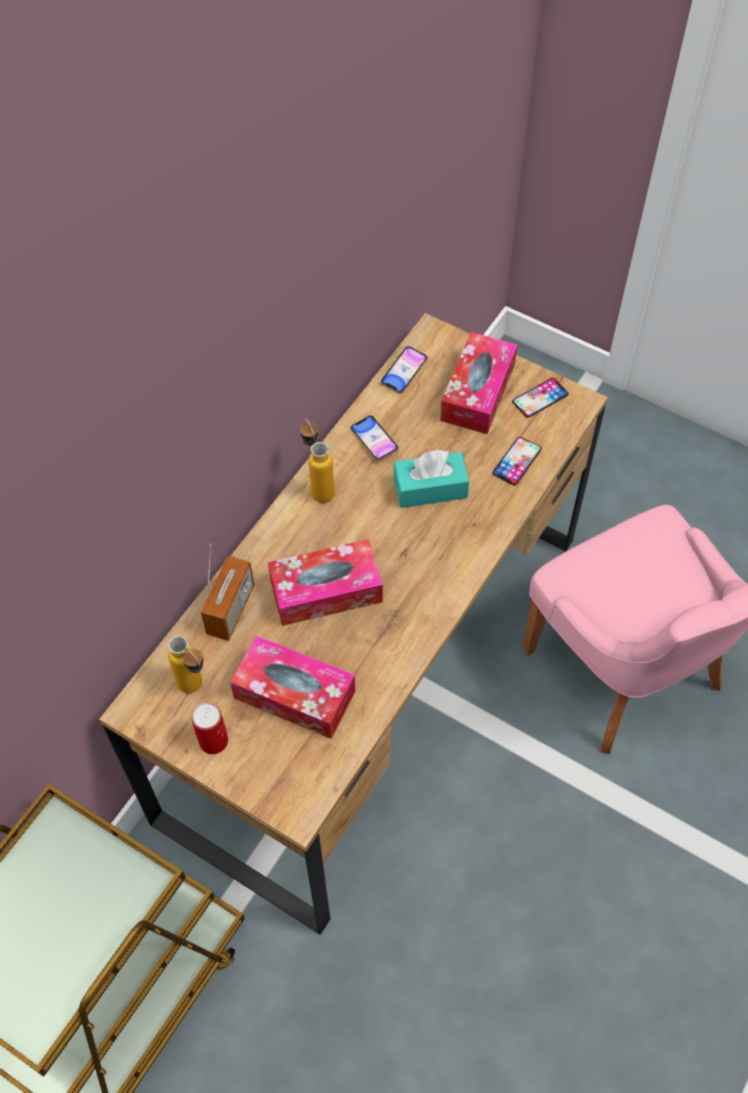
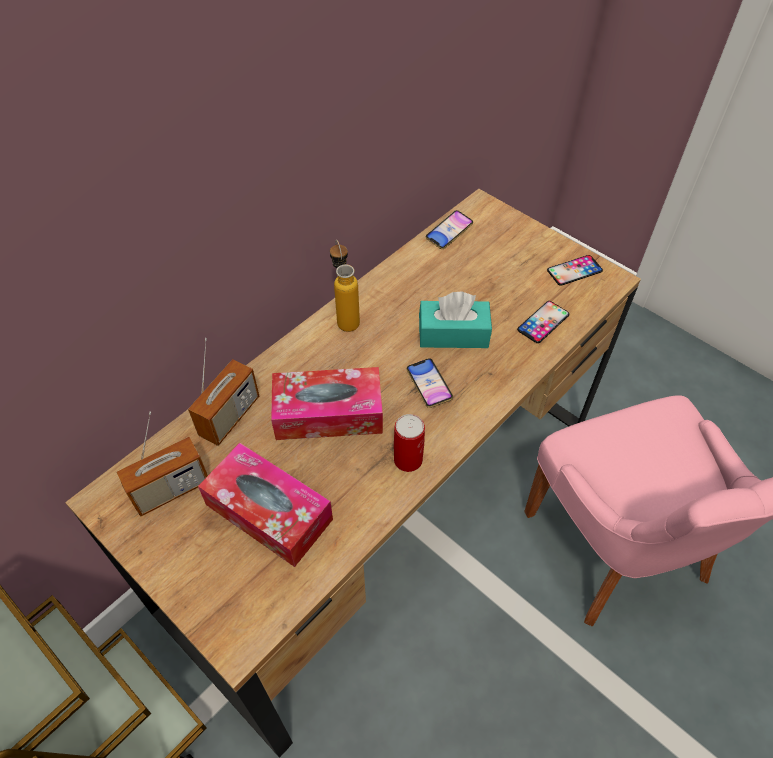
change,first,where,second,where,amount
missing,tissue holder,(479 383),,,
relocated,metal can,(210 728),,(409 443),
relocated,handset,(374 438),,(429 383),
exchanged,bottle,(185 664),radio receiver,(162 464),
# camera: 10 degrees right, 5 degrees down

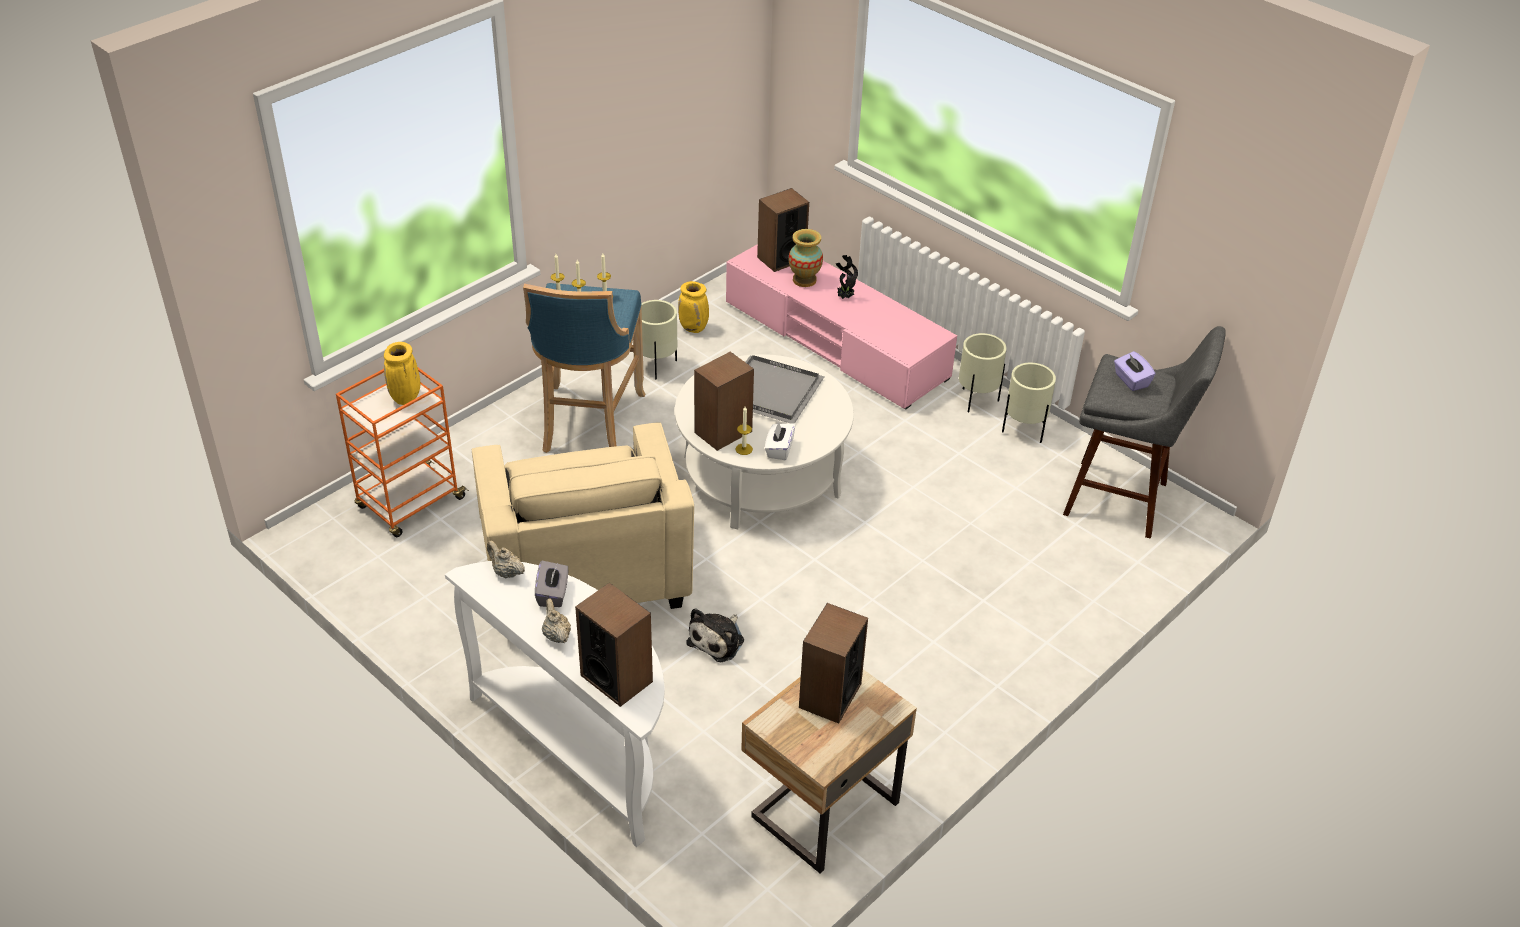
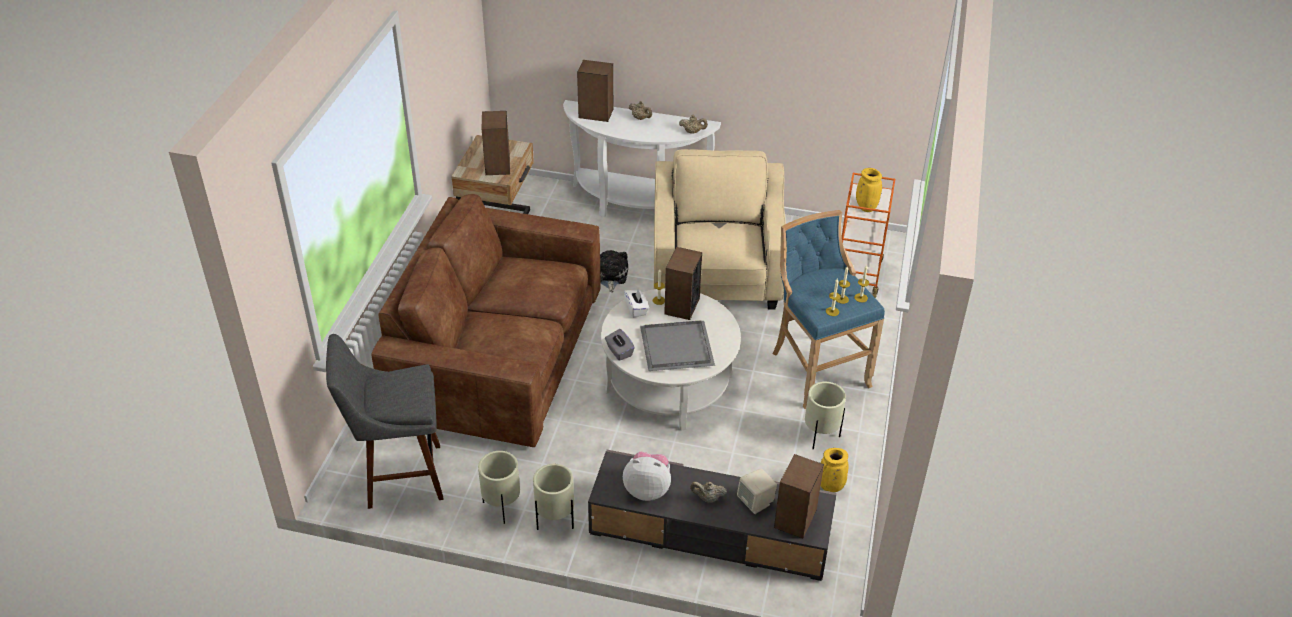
change,first,where,second,where,amount
missing,purplish tissue holder,(1135 371),,,
appeared,,,brown couch,(486 320),
appeared,,,soft toy,(647 476),
relocated,greyish tissue holder,(551 584),,(620 345),
exchanged,vase,(806 258),beige audio speaker,(757 491),
exchanged,houseplant,(847 277),beige tea pot,(708 492),
colour,pink media console,(841 326),greyish media console,(712 515),
spun,beige armchair,(583 515),,(719 229),45 degrees clockwise
# camera: 150 degrees right, 0 degrees up

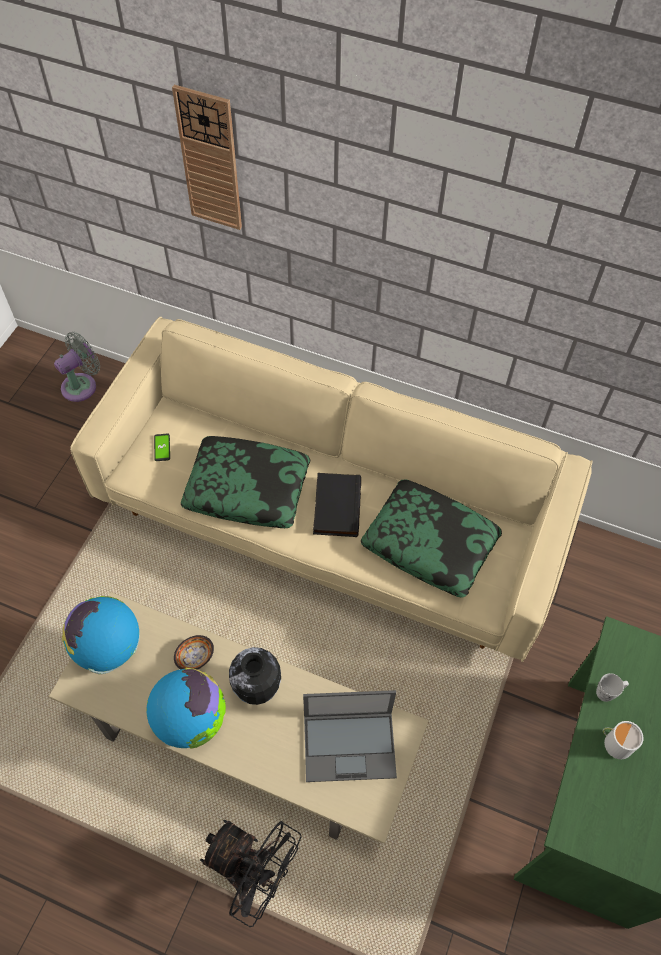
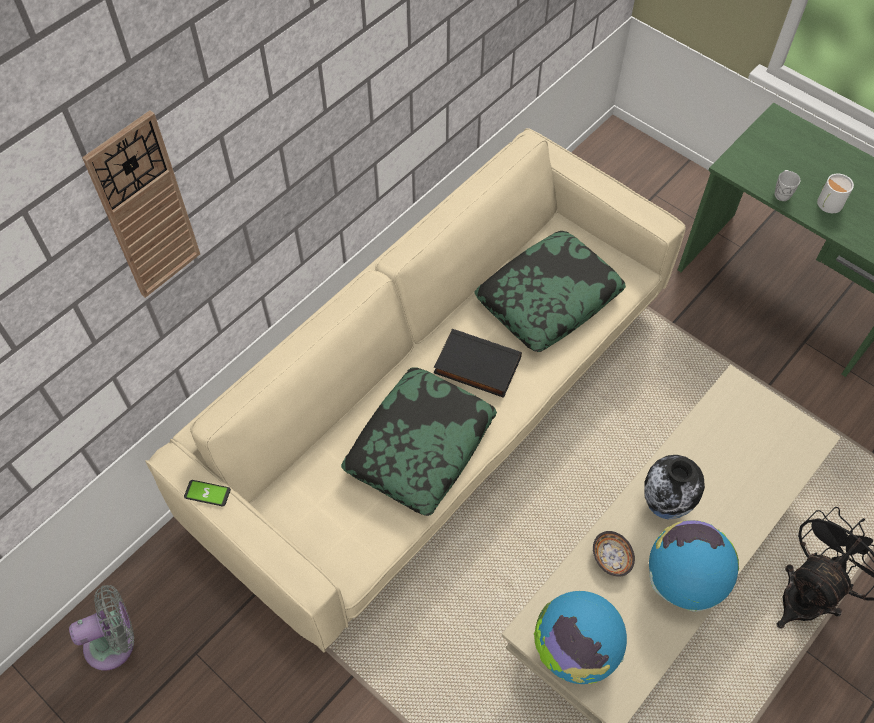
change,first,where,second,where,amount
missing,portable computer,(350 736),,,
relocated,handset,(162 447),,(207 493),
spun,greyish fan,(77 367),,(101 628),90 degrees clockwise
# camera: 70 degrees left, 0 degrees up

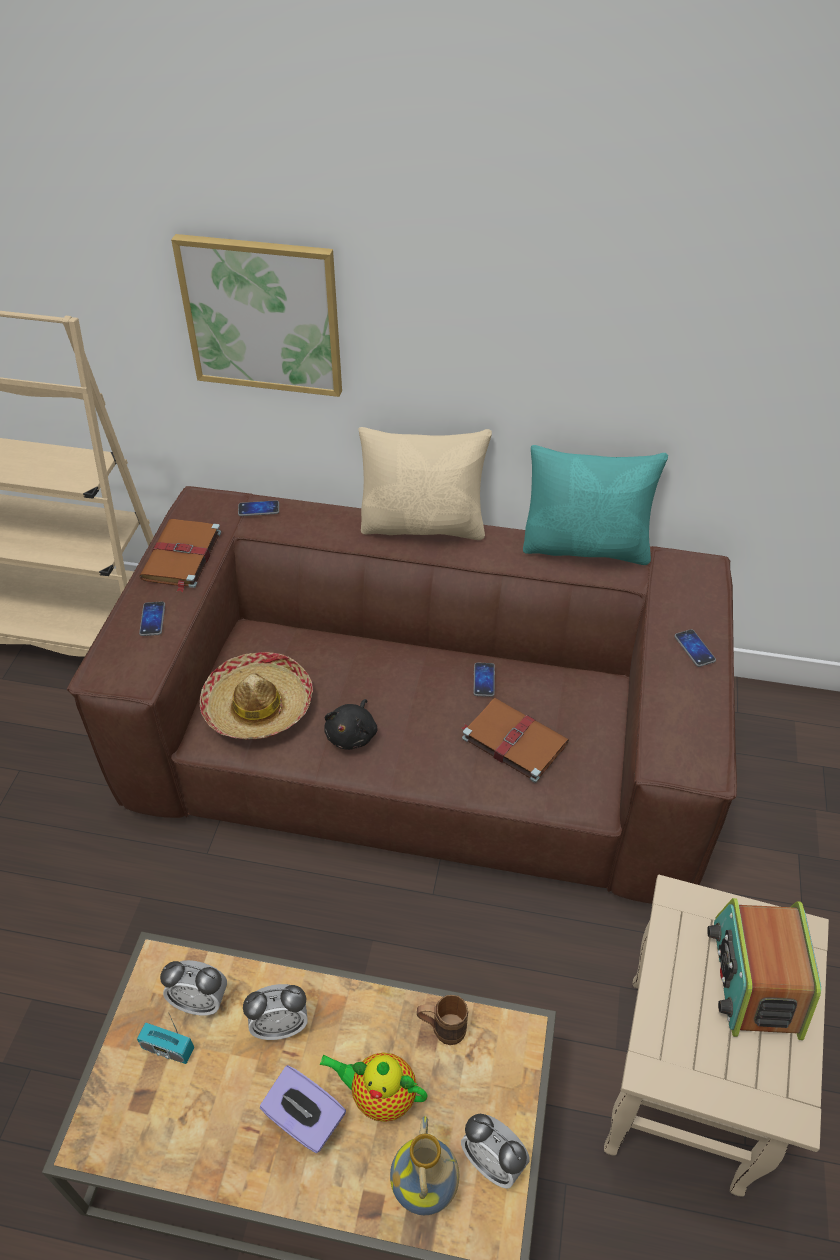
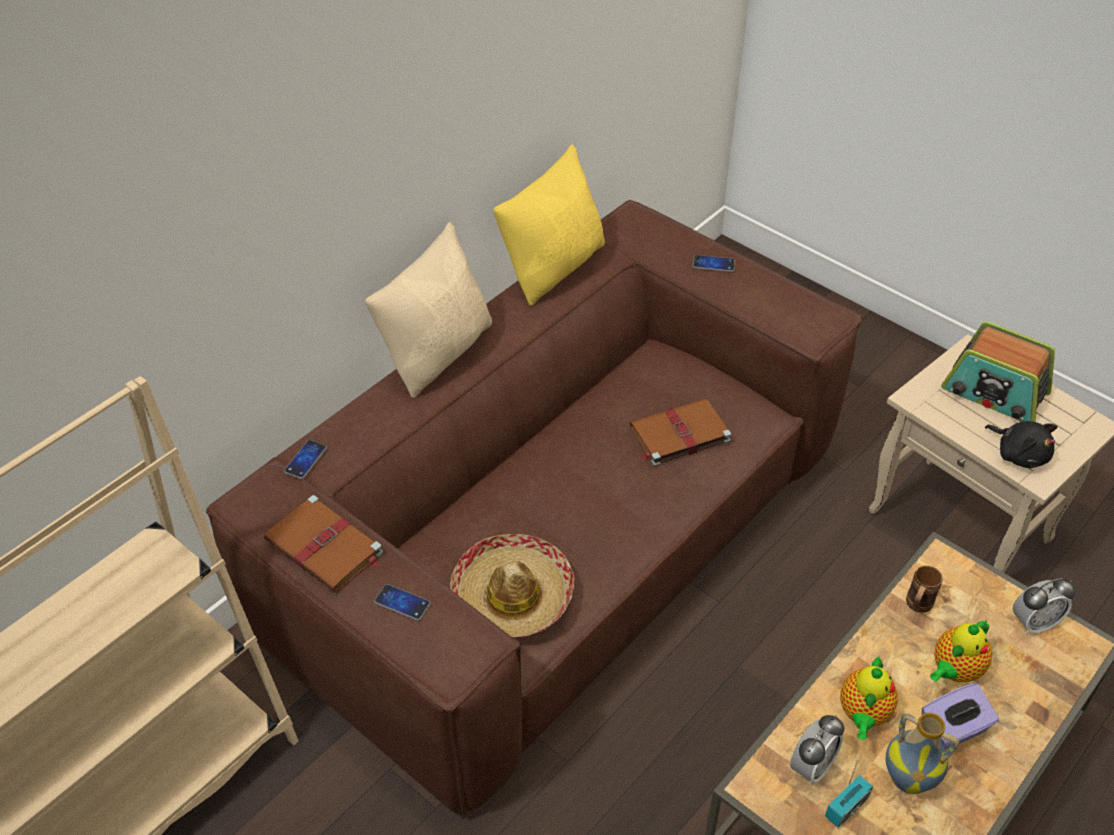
change,first,where,second,where,amount
missing,wall art,(256 315),,,
missing,handset,(484 680),,,
relocated,black soft toy,(350 724),,(1021 444),
relocated,vase,(425 1165),,(922 753),
exchanged,alarm clock,(275 1012),tea pot,(869 698),
colour,turquoise pillow,(595 505),yellowish pillow,(549 225),
# camera: 60 degrees left, 0 degrees up

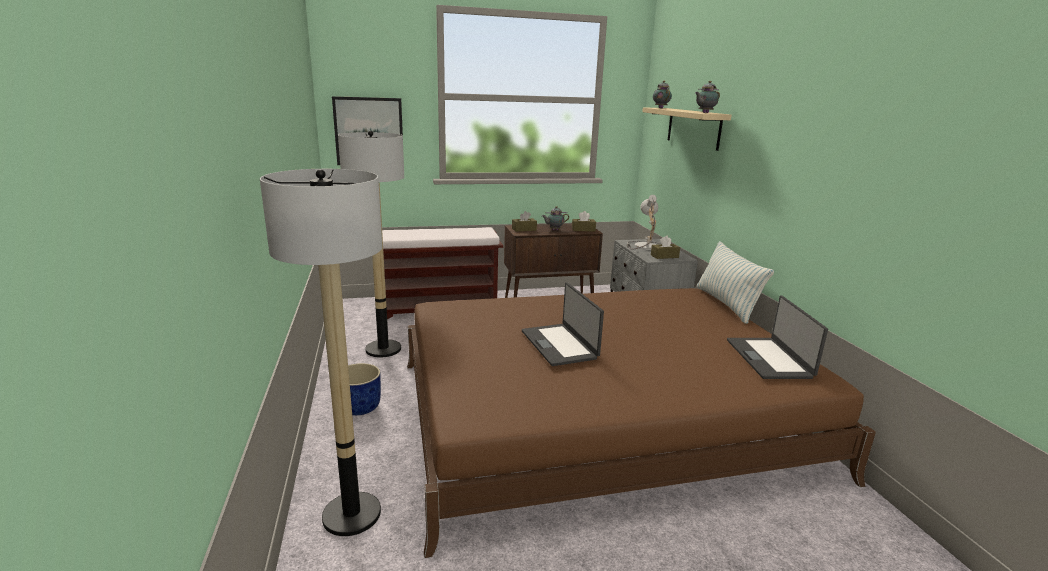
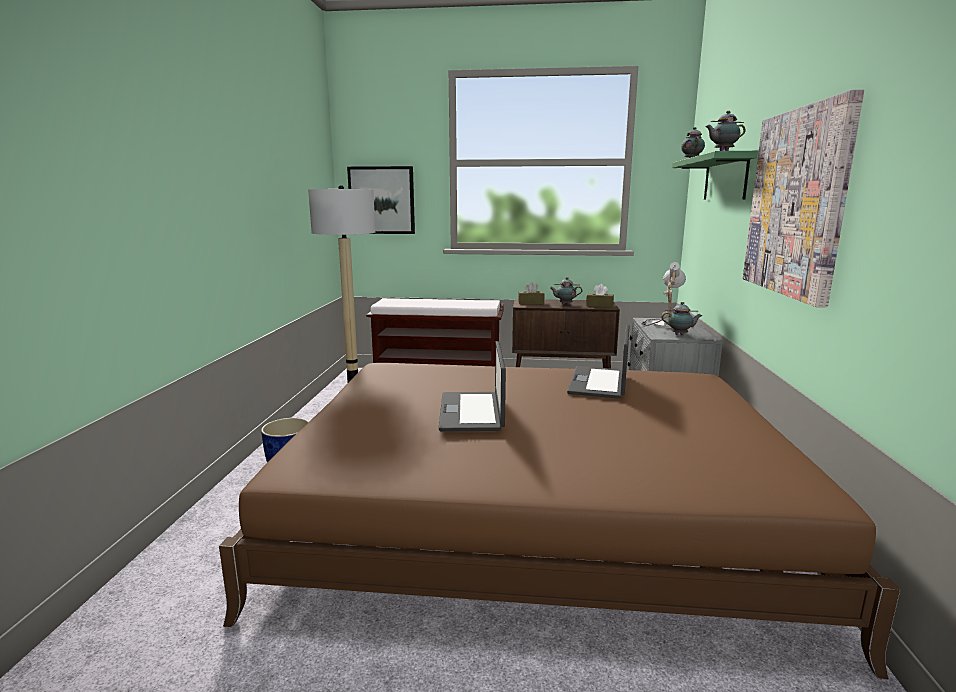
change,first,where,second,where,amount
missing,standard lamp,(321 352),,,
missing,pillow,(735 282),,,
appeared,,,wall art,(803 198),
relocated,portable computer,(777 337),,(598 362),
exchanged,brown tissue holder,(665 247),tea pot,(681 318),
colour,beige wall shelf,(686 129),green-coloured wall shelf,(715 175),
# camera: 20 degrees right, 5 degrees down

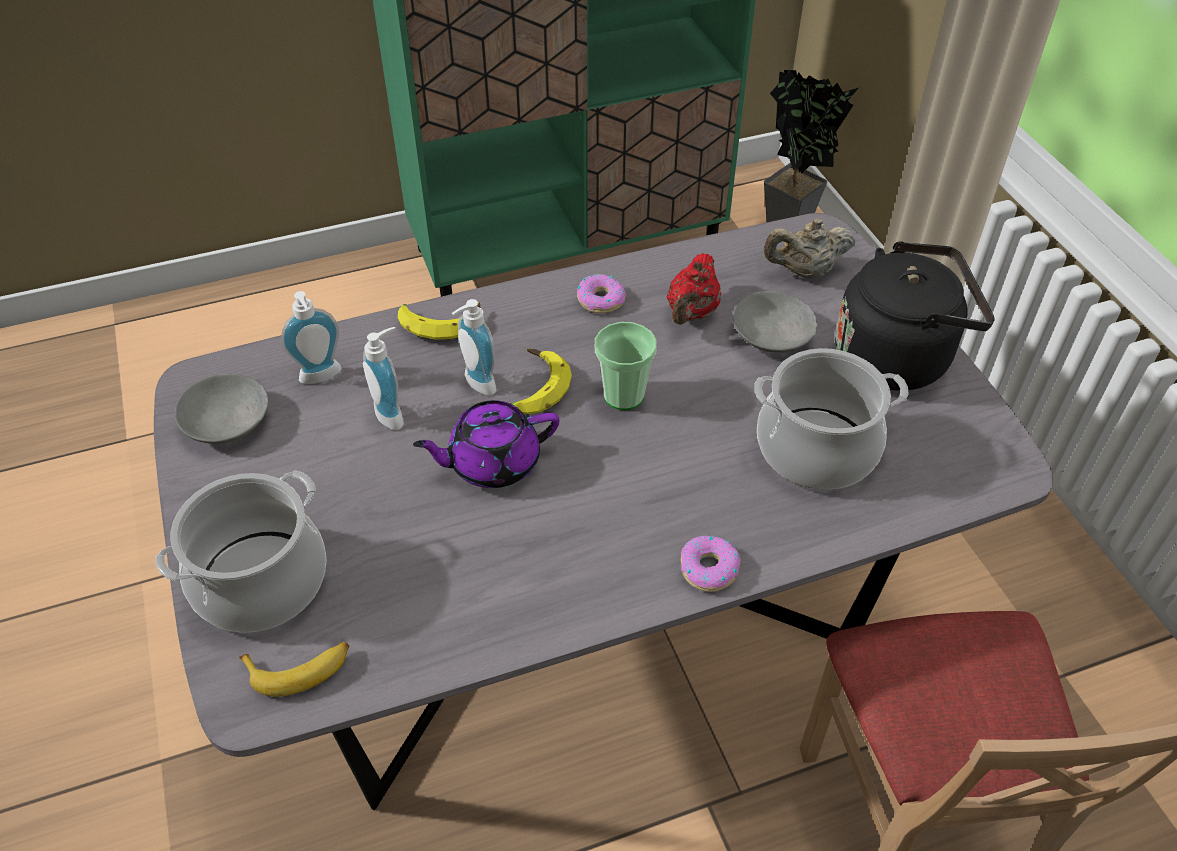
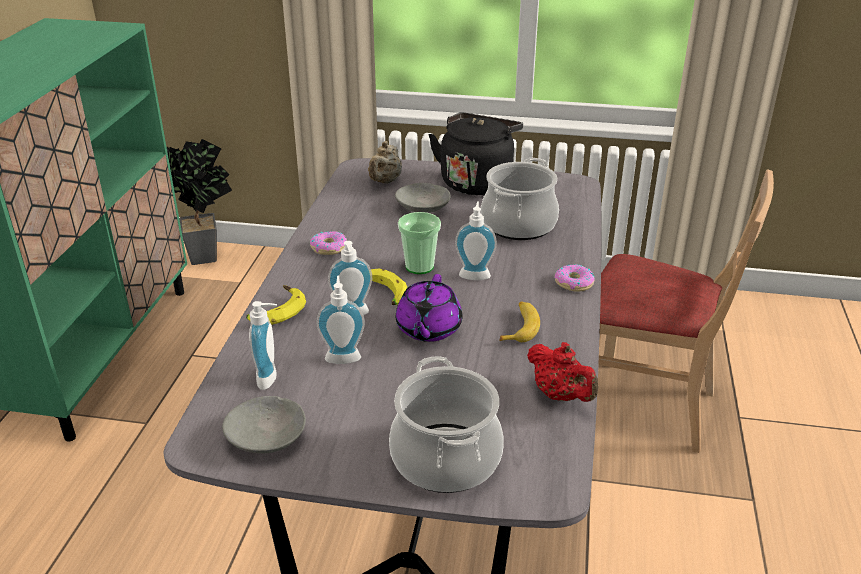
change,first,where,second,where,amount
appeared,,,liquid soap bottle,(476 240),
relocated,banana,(294 669),,(519 322),
relocated,reddish tea pot,(693 289),,(562 372),
# camera: 60 degrees left, 15 degrees down

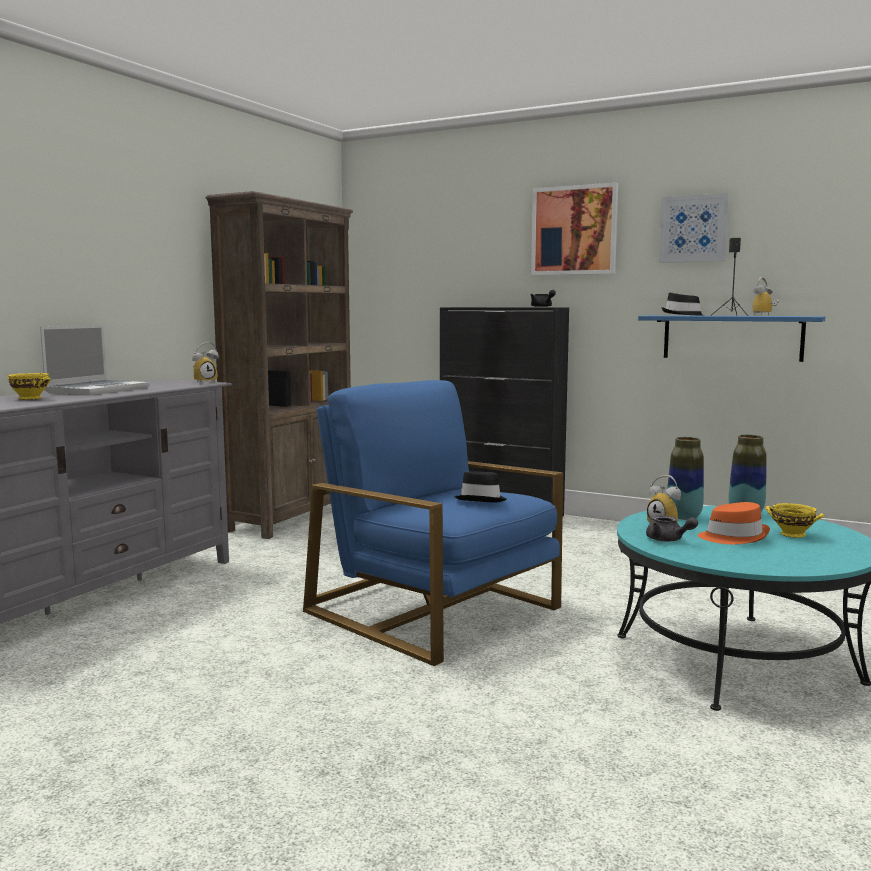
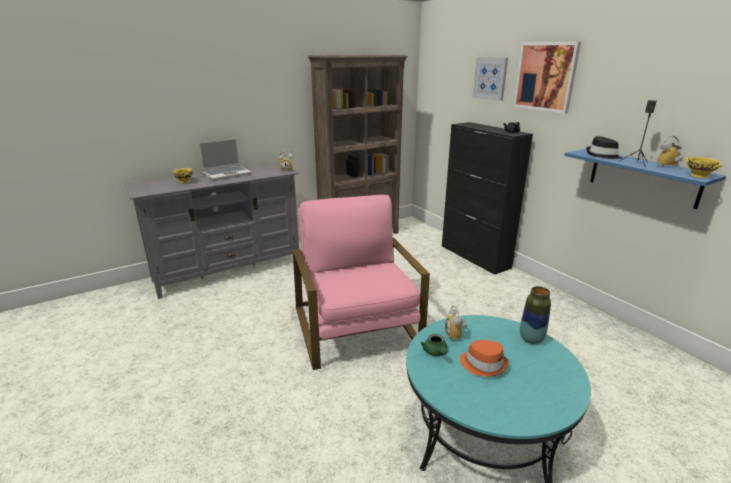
change,first,where,second,where,amount
missing,black clothing hat,(480 486),,,
missing,vase,(685 478),,,
relocated,wall art,(694 228),,(490 79),
relocated,yellowish bowl,(794 520),,(704 167),
colour,blue-coloured armchair,(433 523),pink armchair,(361 282),
colour,greyish tea pot,(672 528),green-coloured tea pot,(434 345),
# camera: 30 degrees right, 15 degrees up

